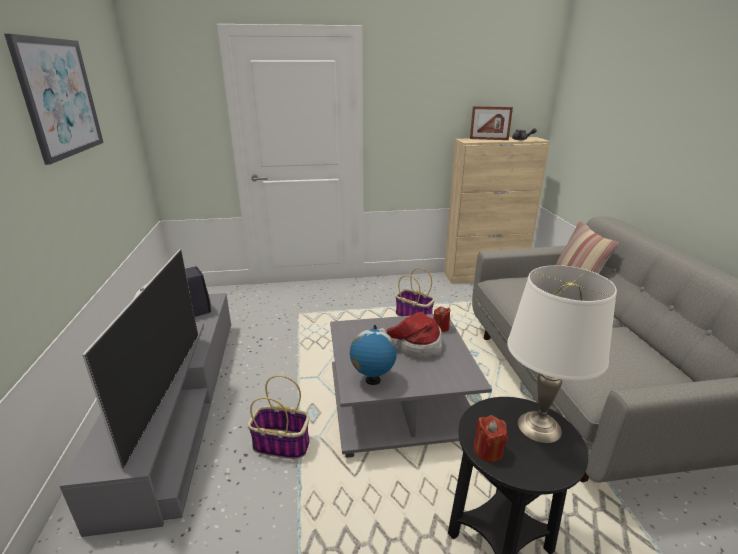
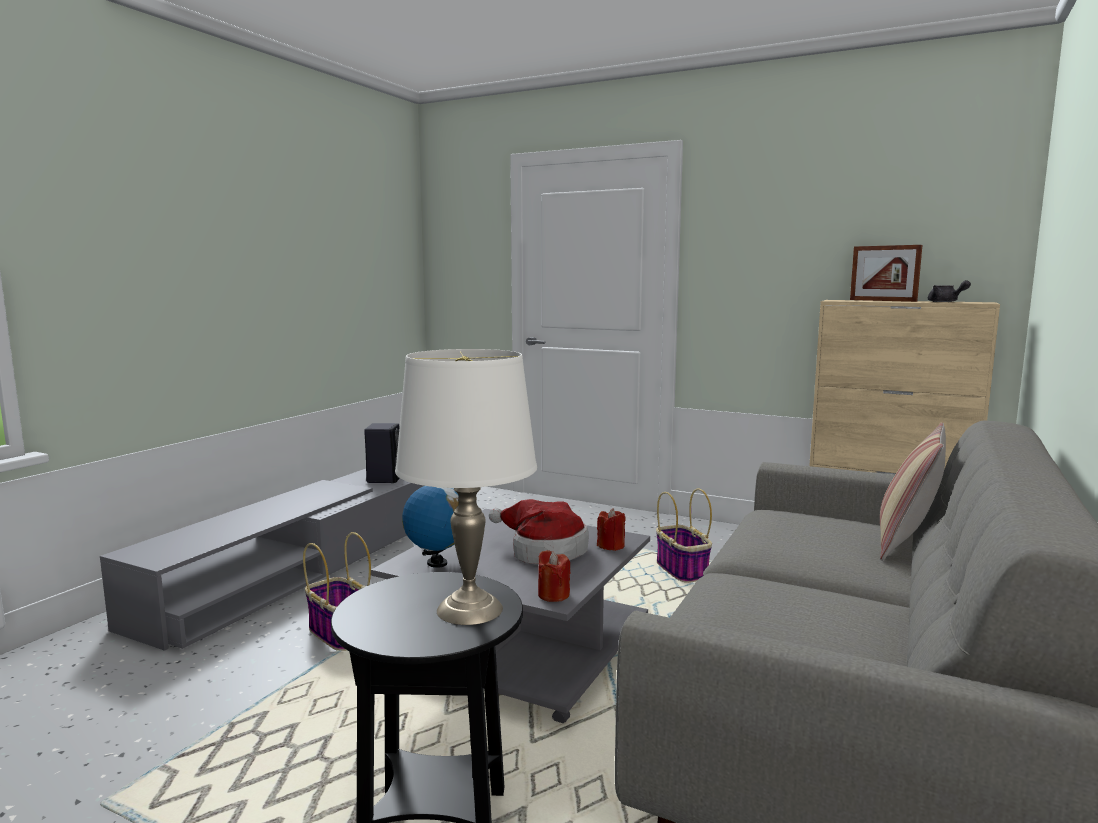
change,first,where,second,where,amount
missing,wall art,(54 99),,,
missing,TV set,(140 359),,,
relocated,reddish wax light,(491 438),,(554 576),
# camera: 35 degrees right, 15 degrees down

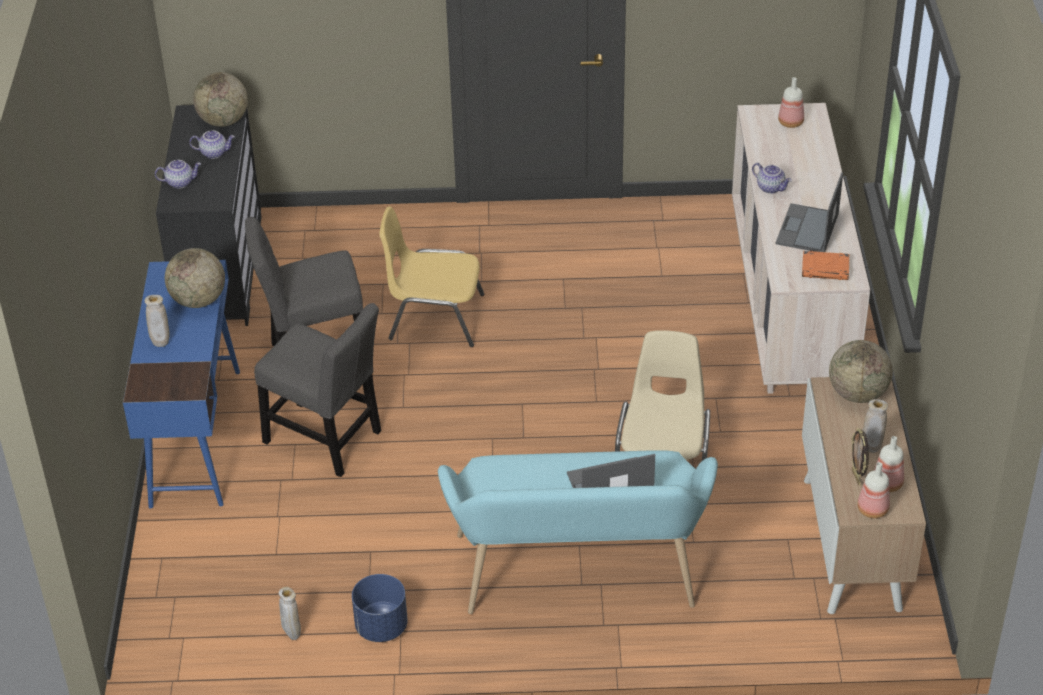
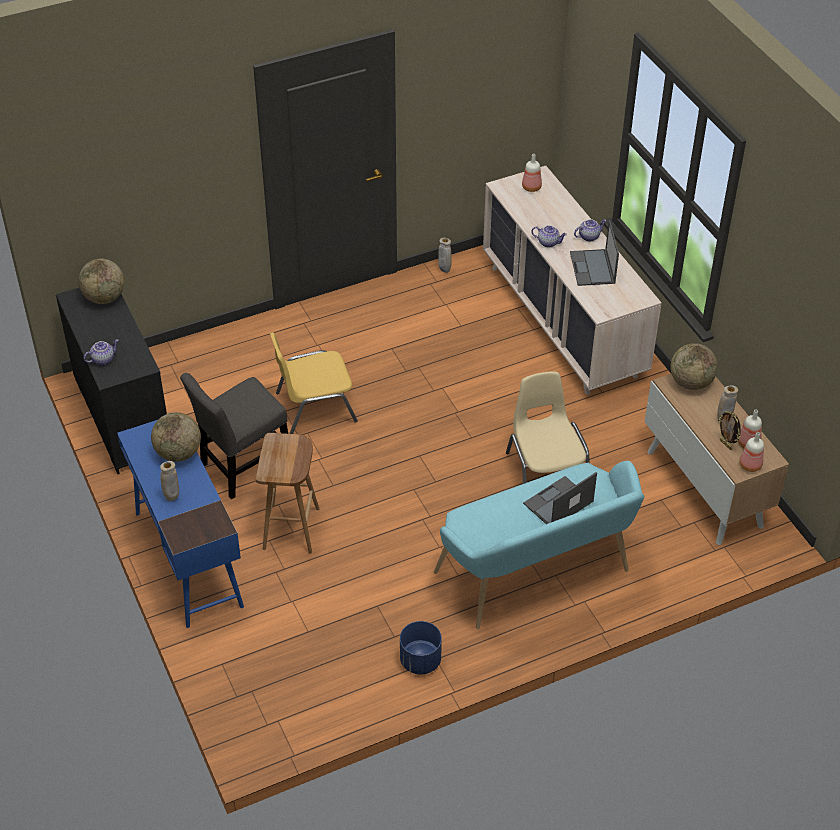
change,first,where,second,where,amount
missing,orangey volume,(825 265),,,
relocated,tea pot,(212 144),,(590 230),
relocated,beige vase,(290 613),,(445 255),
exchanged,greyish chair,(317 390),brown stool seat,(287 493),
# camera: 25 degrees left, 5 degrees up

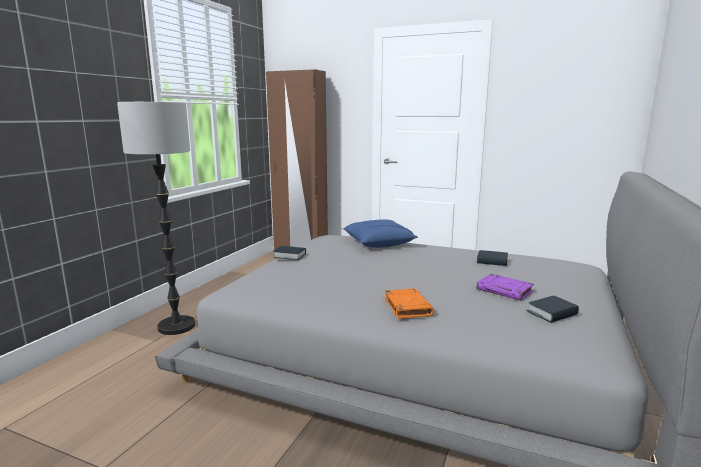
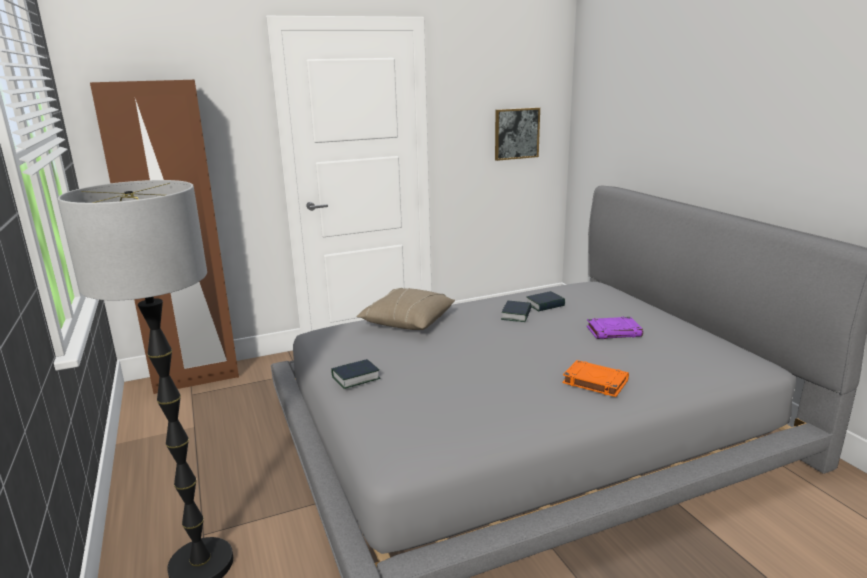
change,first,where,second,where,amount
appeared,,,wall art,(517 134),
relocated,volume,(553 309),,(516 311),
colour,blue-coloured pillow,(380 233),beige pillow,(405 309),
# camera: 45 degrees left, 5 degrees up

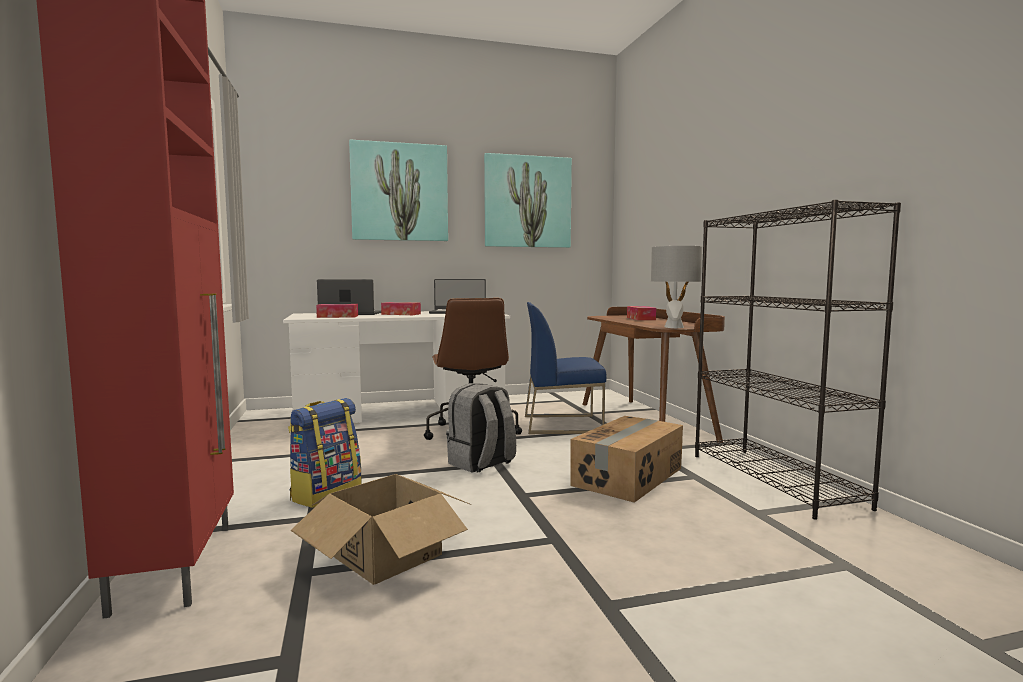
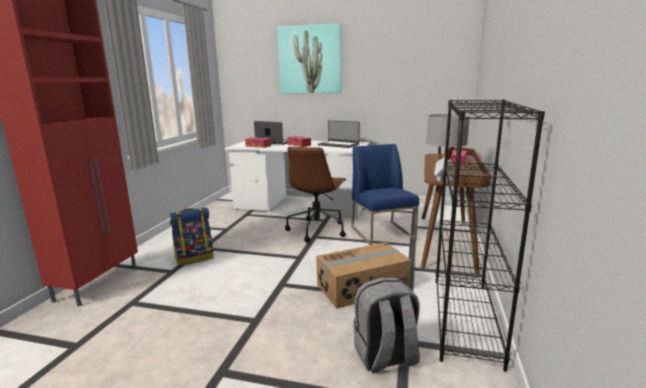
change,first,where,second,where,amount
missing,carton,(381 529),,,
missing,wall art,(528 200),,,
relocated,greyish rucksack,(481 427),,(386 325),
spun,blue-coloured chair,(565 368),,(385 194),45 degrees clockwise
# camera: 30 degrees right, 10 degrees up

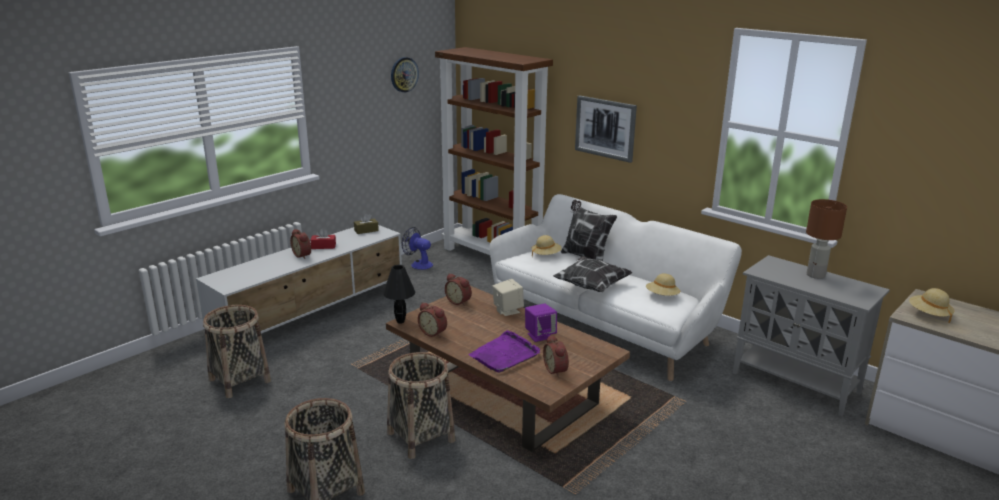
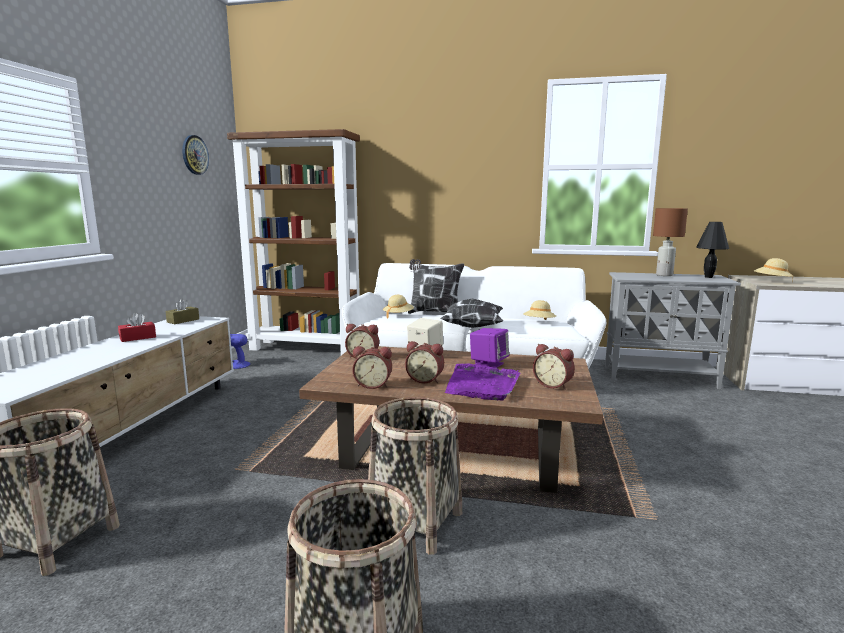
change,first,where,second,where,amount
missing,wall art,(606 129),,,
relocated,alarm clock,(300 244),,(424 362),
relocated,black tabletop lamp,(399 294),,(712 250),
# camera: 30 degrees left, 10 degrees down

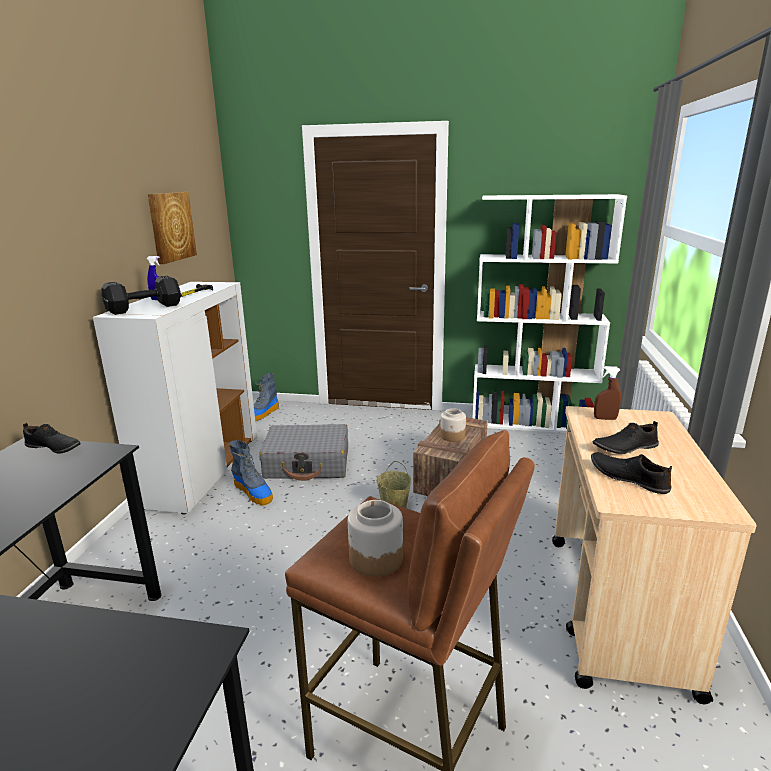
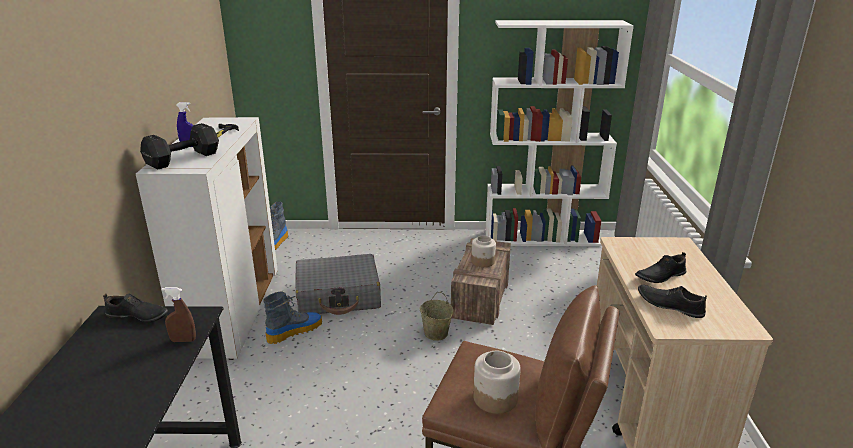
change,first,where,second,where,amount
missing,wall art,(172 228),,,
relocated,brown spray bottle,(607 393),,(178 314),
spun,tall boot,(250 473),,(292 318),75 degrees counterclockwise
# camera: 10 degrees left, 5 degrees up

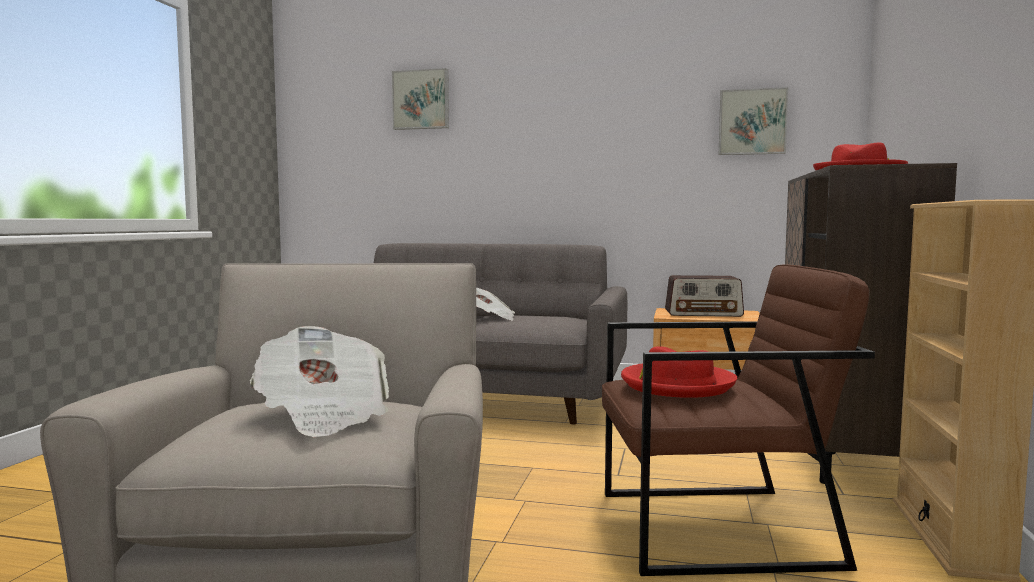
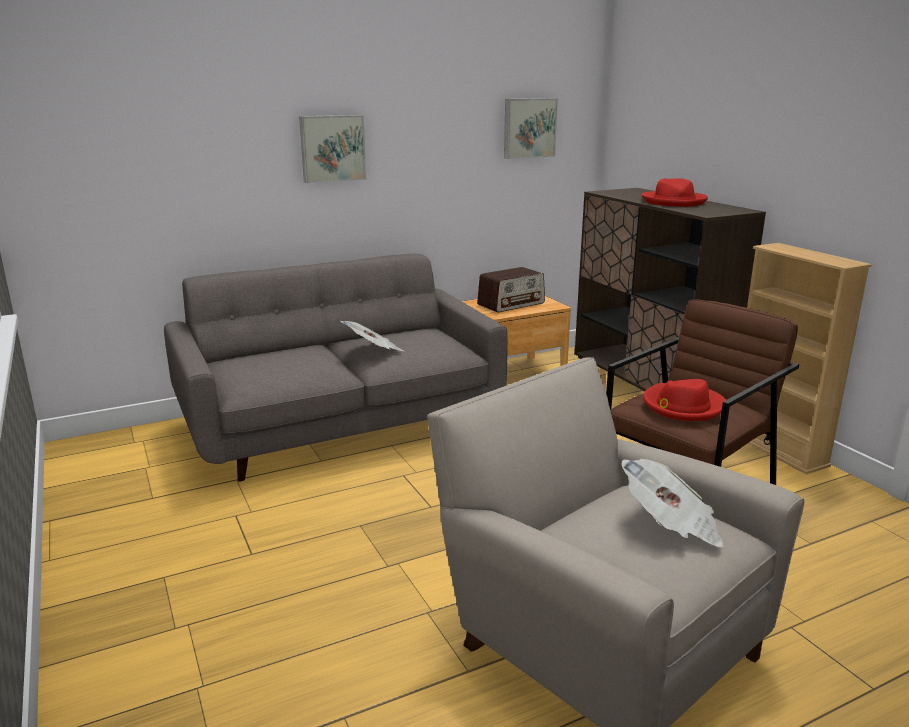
change,first,where,second,where,amount
relocated,wall art,(420 99),,(332 149),
# camera: 40 degrees left, 15 degrees up

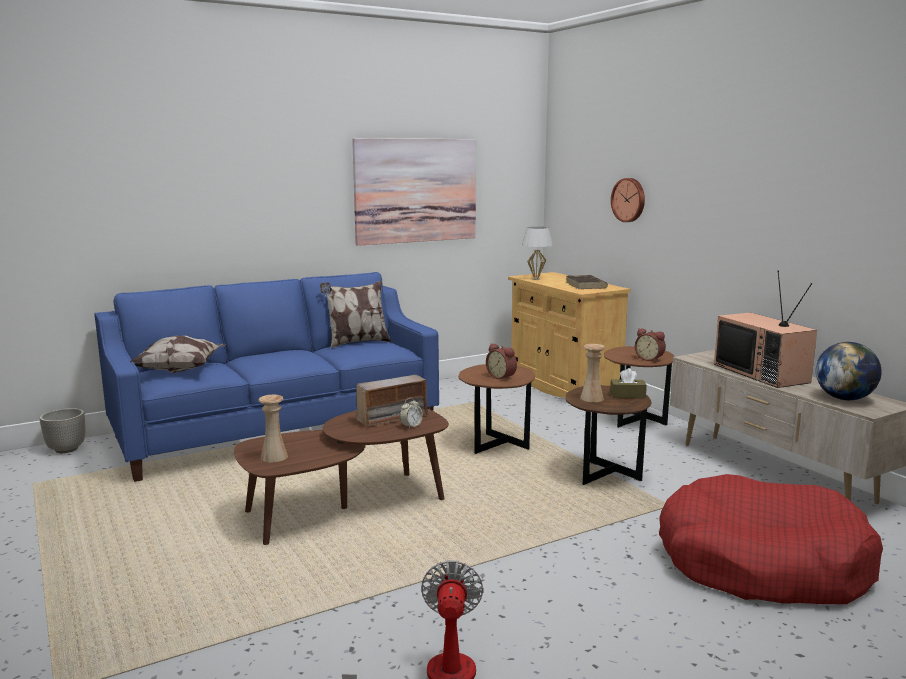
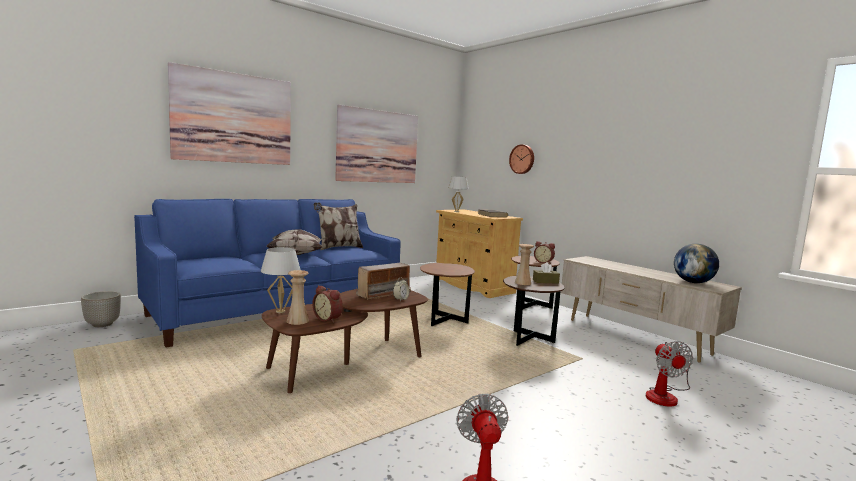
change,first,where,second,where,amount
missing,TV set,(765 329),,,
appeared,,,wall art,(229 113),
appeared,,,white-coloured tabletop lamp,(281 280),
relocated,pillow,(178 354),,(296 242),
relocated,alarm clock,(501 362),,(328 304),
exchanged,reddish dog bed,(771 539),fan,(669 374),
# camera: 10 degrees left, 5 degrees down

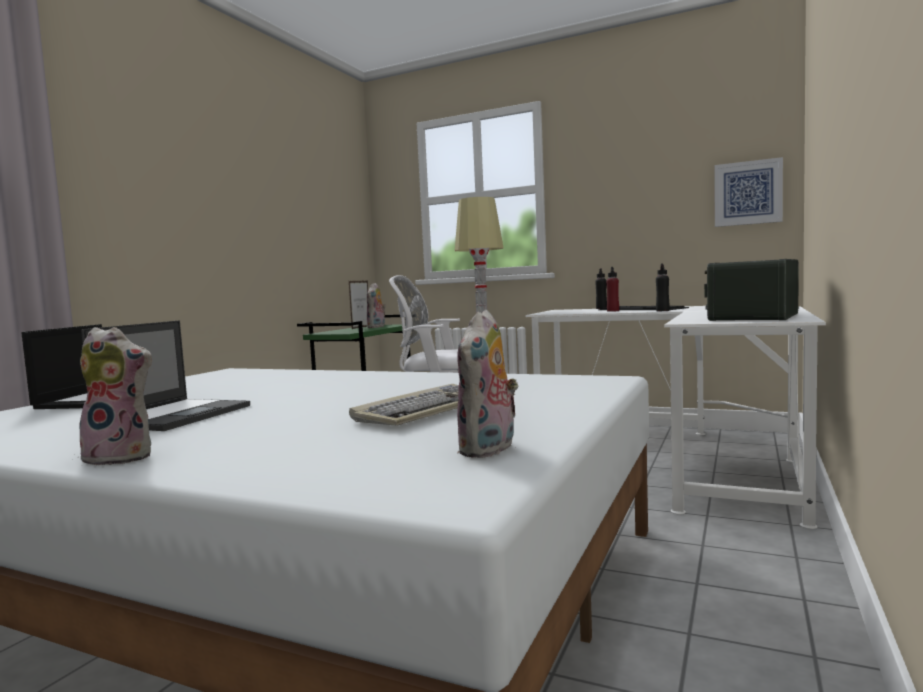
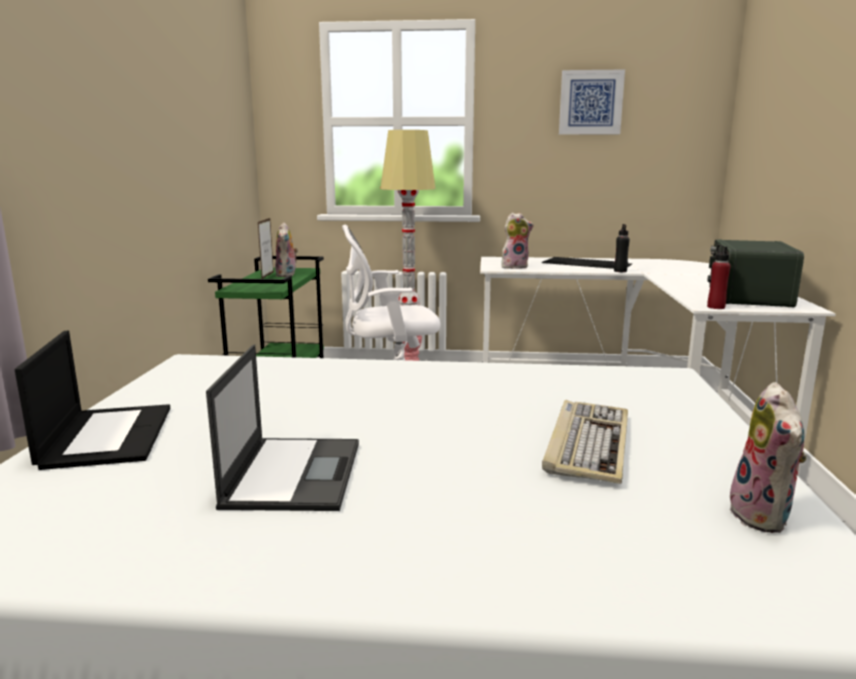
change,first,where,second,where,amount
missing,black bottle,(601 288),,,
relocated,soft toy,(114 396),,(517 241),
relocated,reddish bottle,(612 289),,(718 277),
relocated,wall art,(748 192),,(592 102),
# camera: 20 degrees left, 10 degrees up

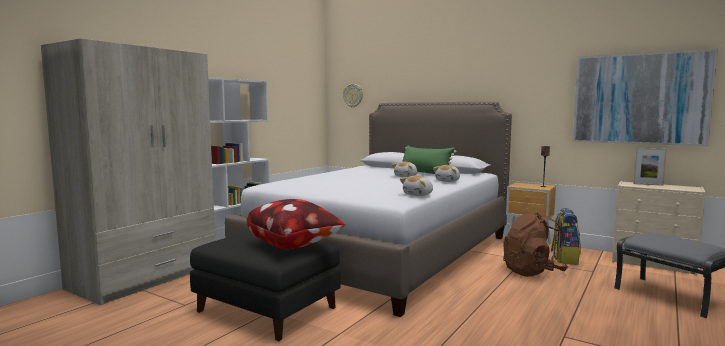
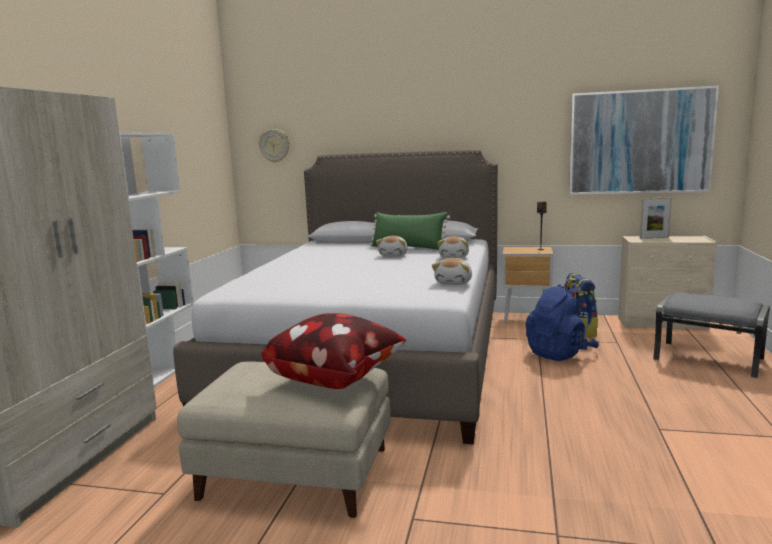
change,first,where,second,where,amount
colour,black pouffe,(265 286),beige pouffe,(284 439),
colour,brown rucksack,(535 245),blue-coloured rucksack,(562 322),
# camera: 20 degrees left, 5 degrees up

